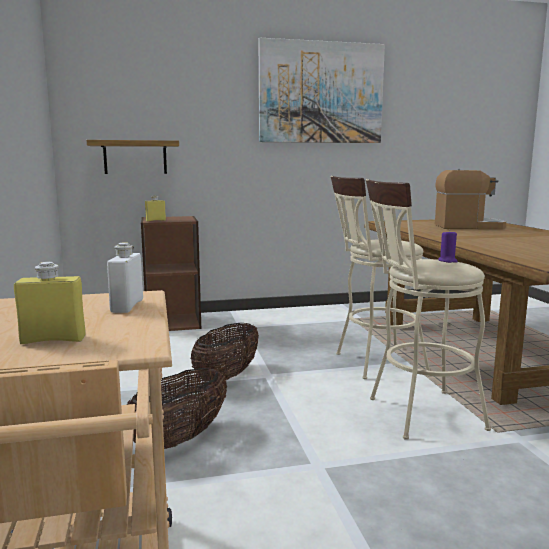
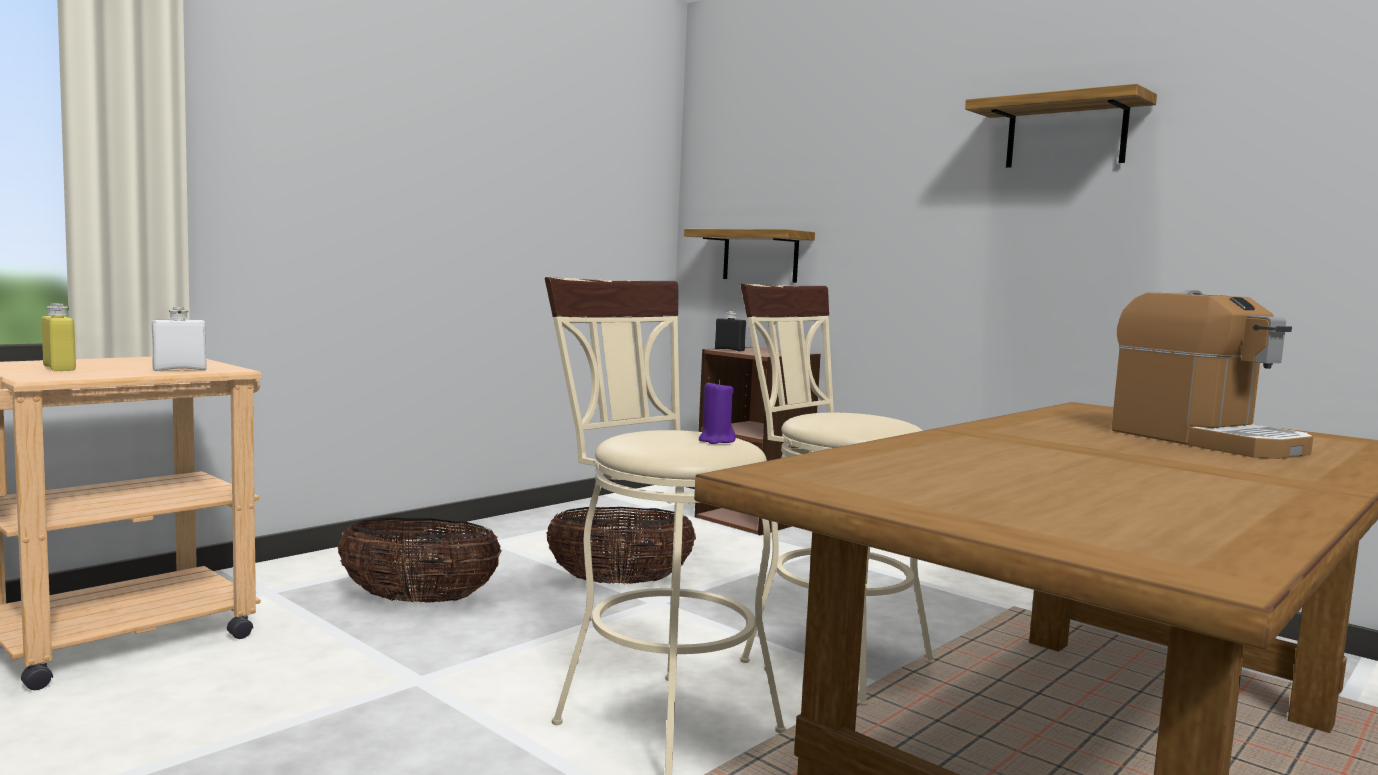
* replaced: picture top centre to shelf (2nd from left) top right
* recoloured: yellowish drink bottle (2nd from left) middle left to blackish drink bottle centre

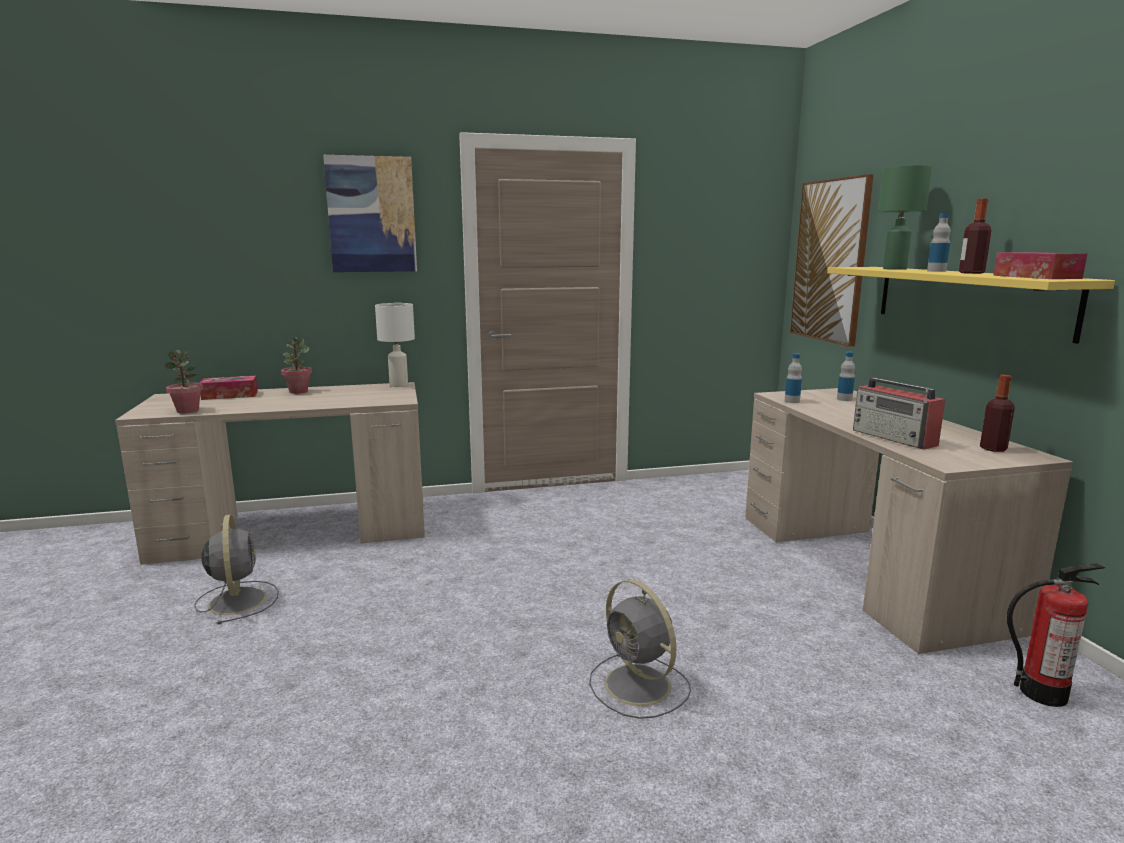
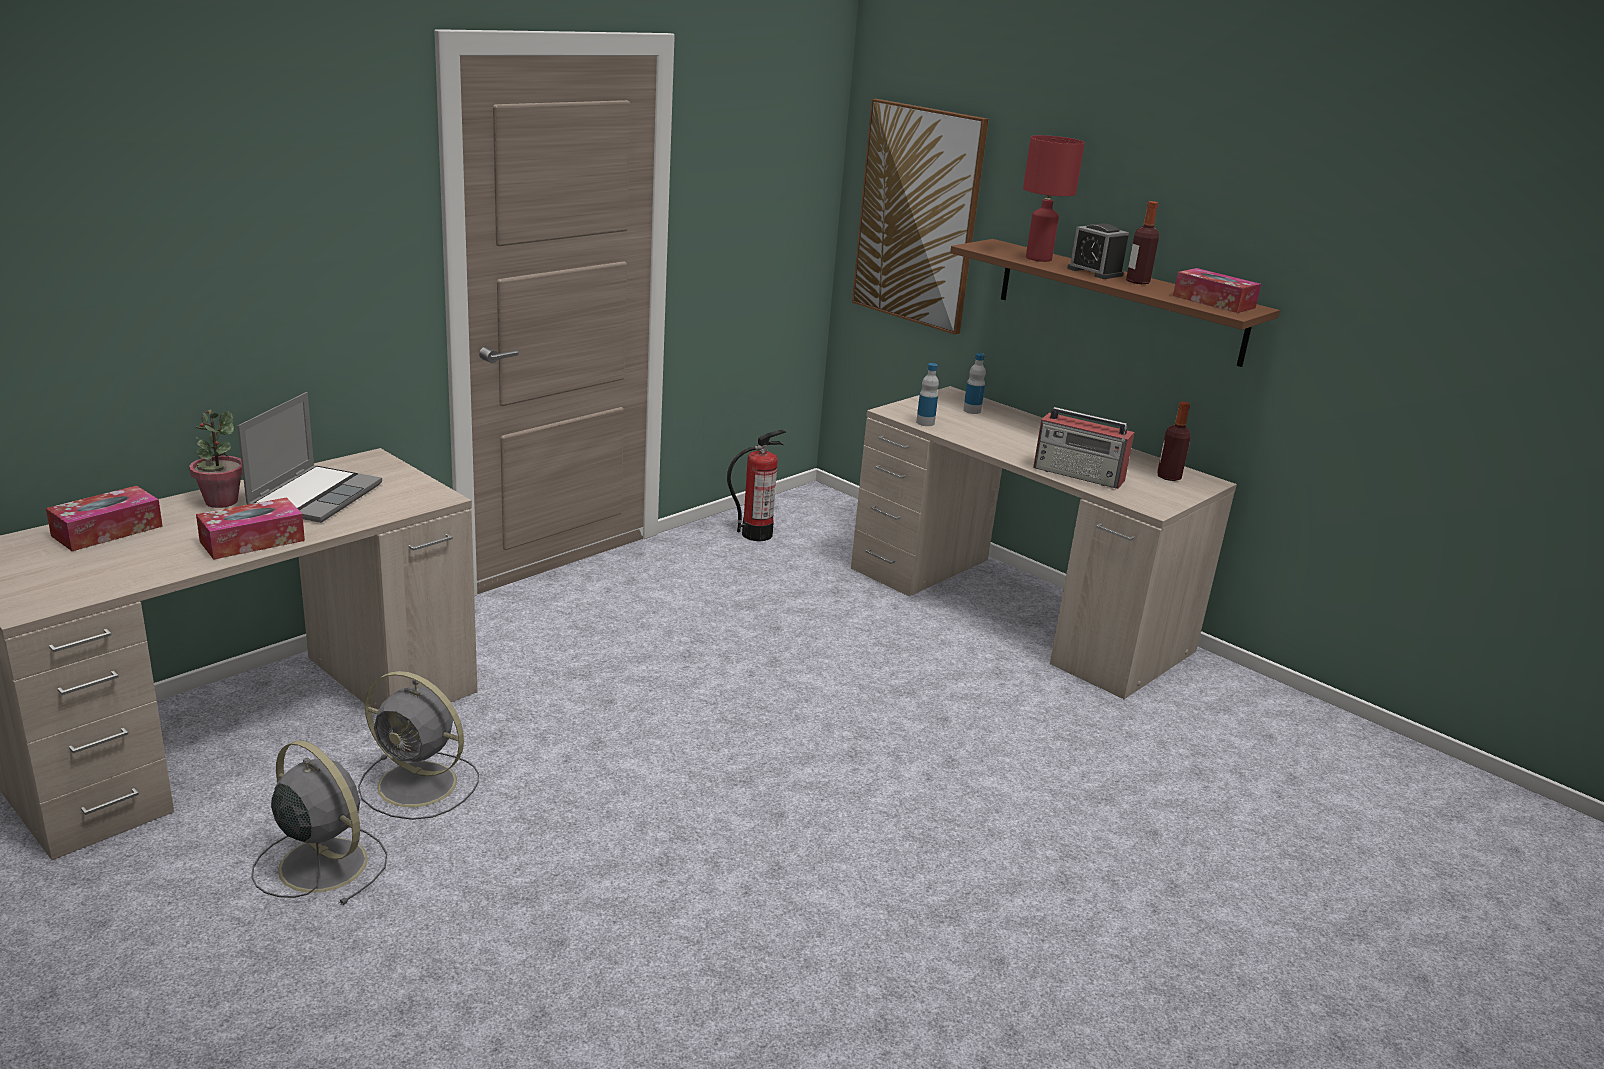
* removed: picture (1st from left) top left
* recoloured: green table lamp top right to red table lamp top centre
* replaced: drink bottle (3rd from left) top right to alarm clock top right
* recoloured: yellowish shelf middle right to brown-coloured shelf top right
* removed: whitish table lamp centre
* removed: houseplant (1st from left) middle left
* moved: extinguisher bottom right to centre
* moved: gray electric fan (2nd from left) bottom centre to bottom left
* added: notebook computer middle left
* added: tissue box (2nd from left) middle left

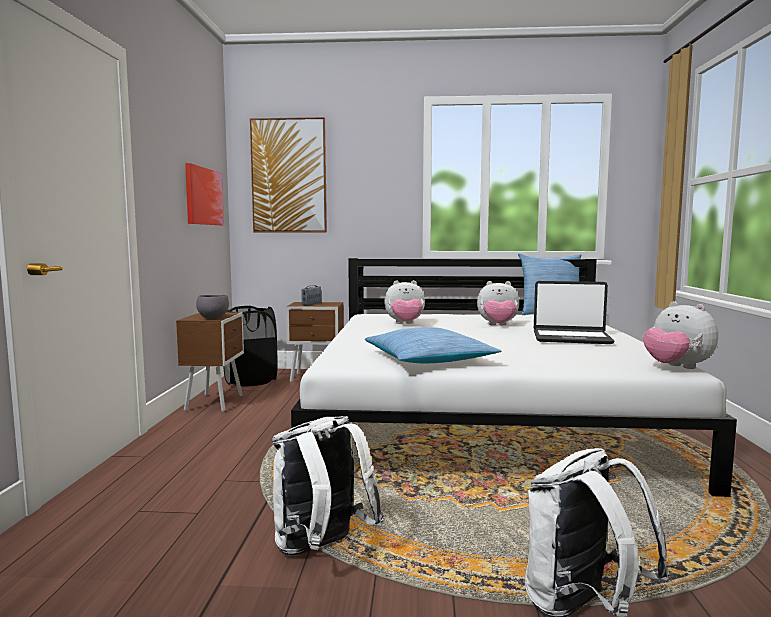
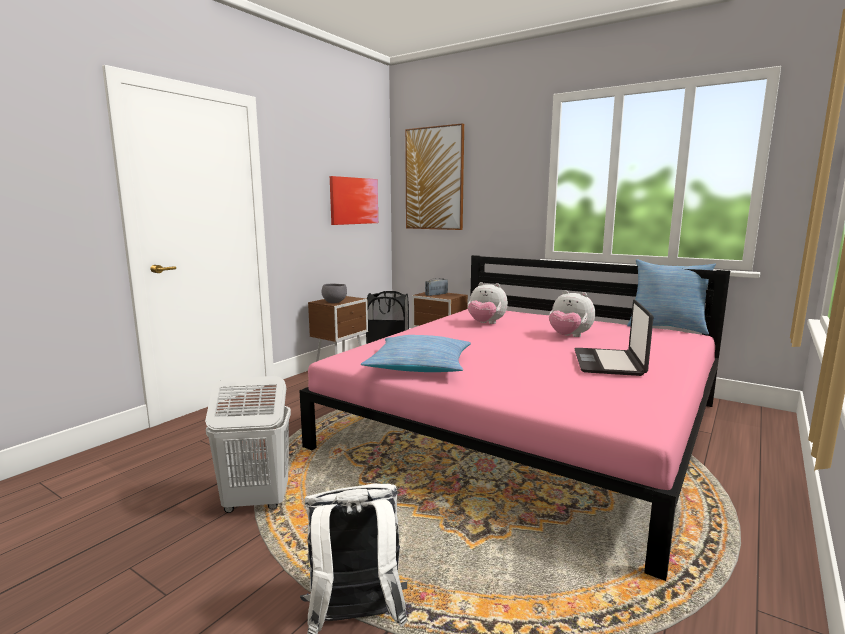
* recoloured: whitish sleeping bed middle right to pink-coloured sleeping bed centre
* turned: notebook computer middle right = middle right 60 degrees clockwise
* removed: soft toy (3rd from left) middle right
* replaced: whitish backpack (1st from left) bottom centre to whitish washing basket bottom left

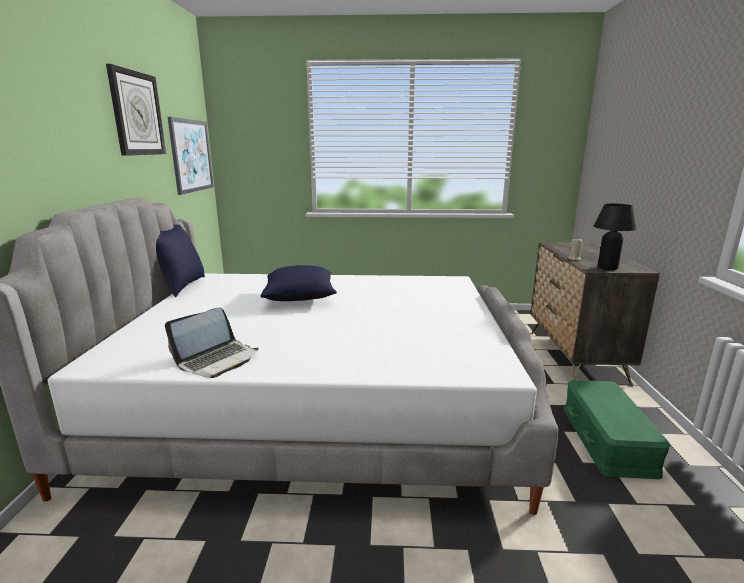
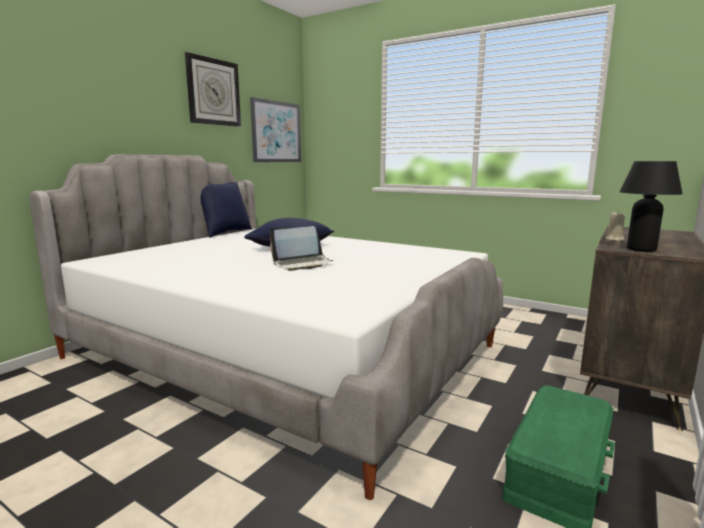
* moved: notebook computer middle left to centre

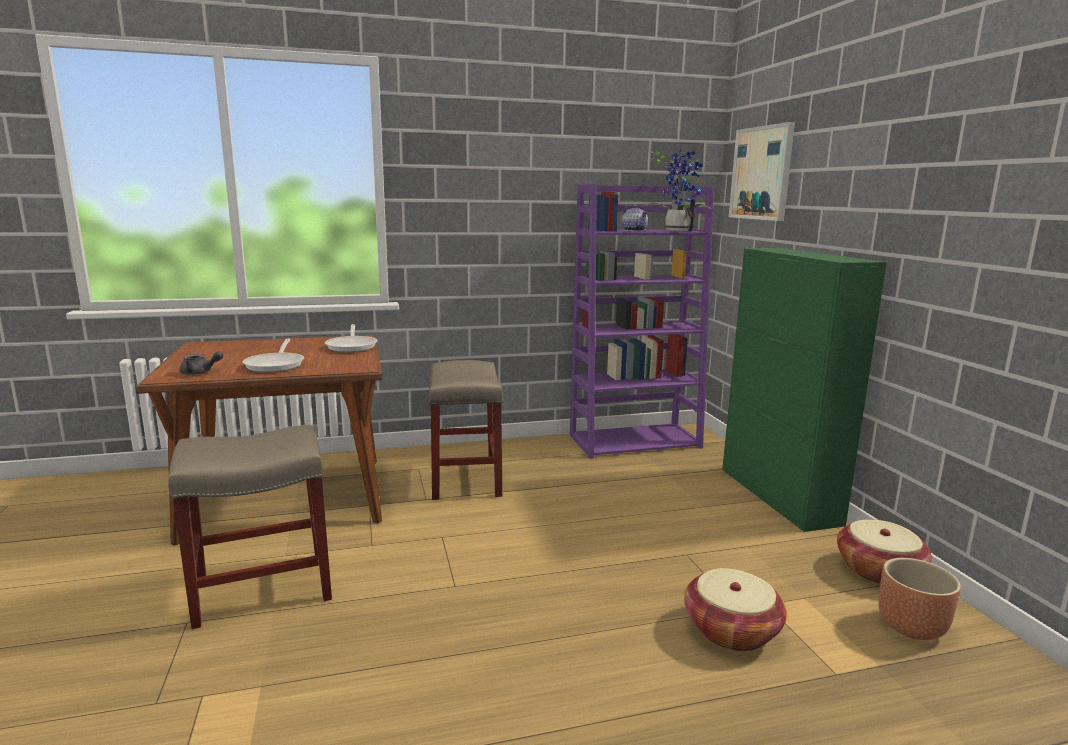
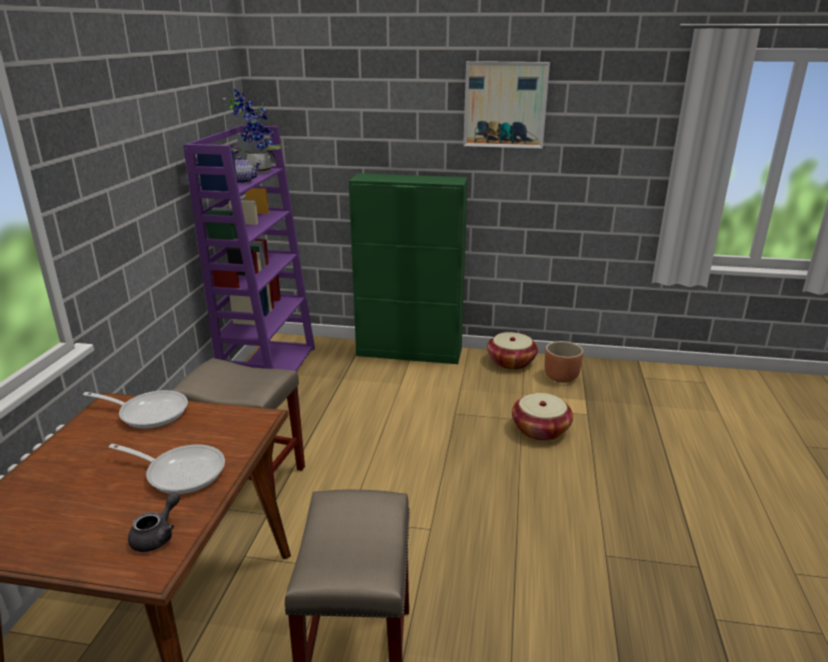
* moved: picture top right to top centre

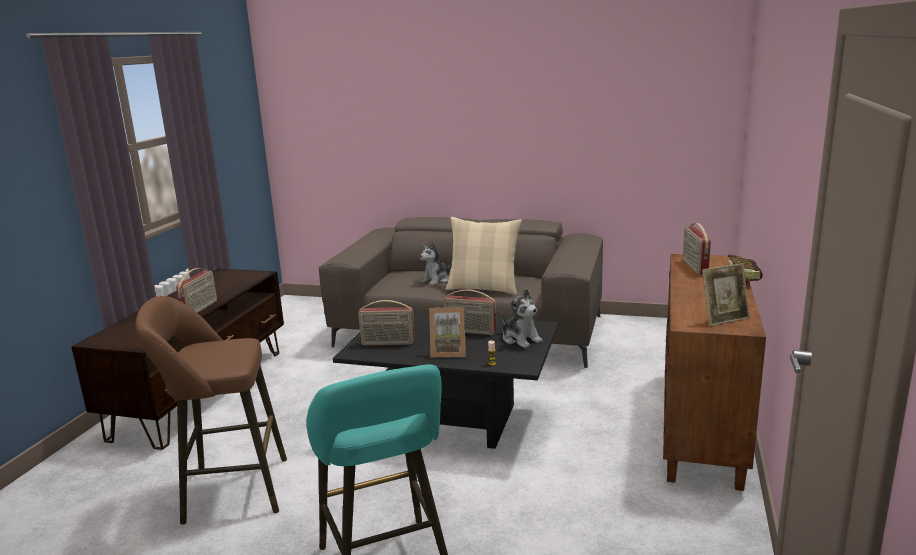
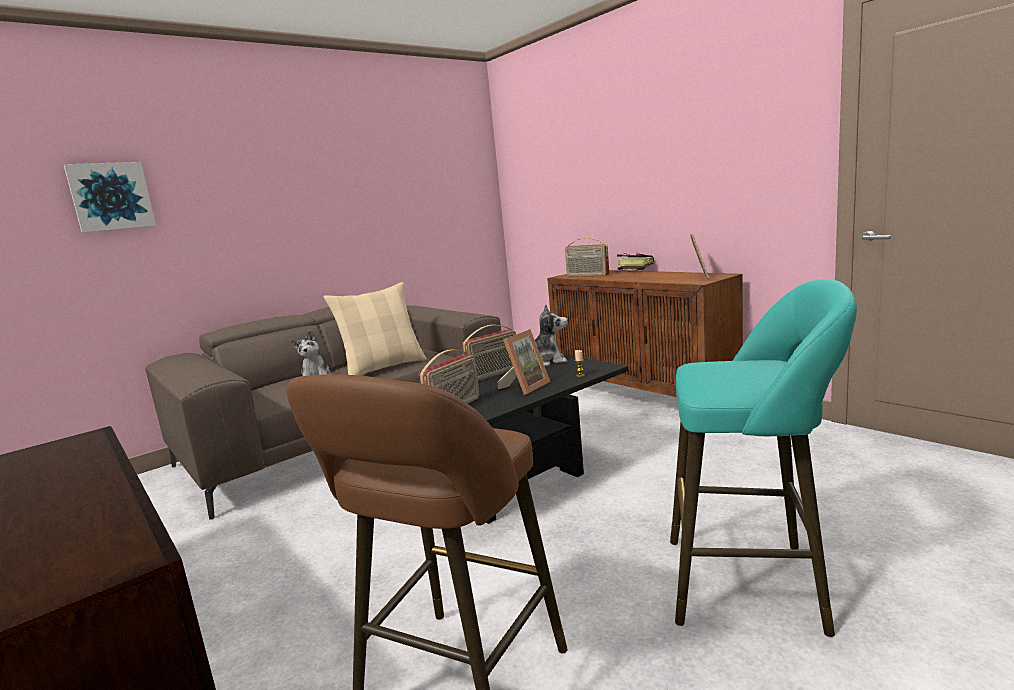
* removed: radio (1st from left) middle left
* added: picture top left

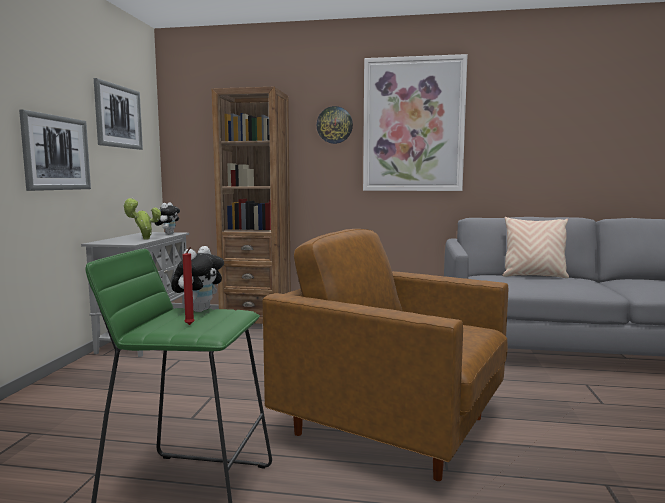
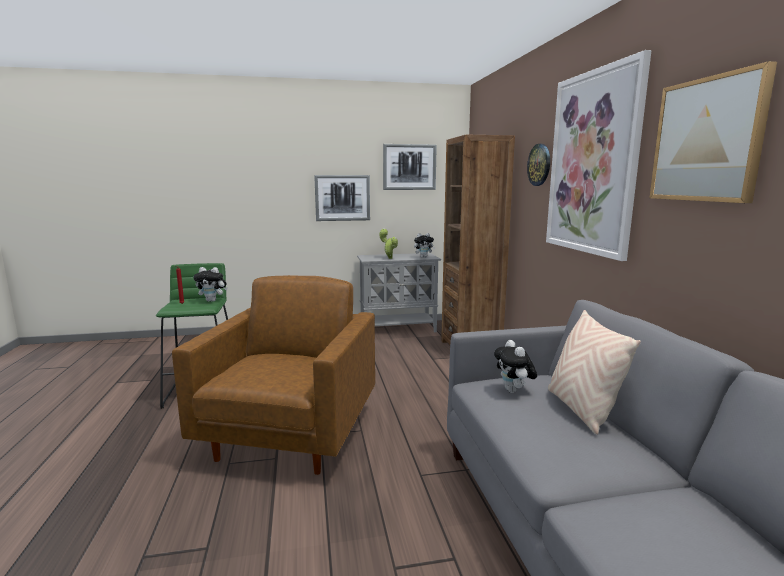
* added: picture (4th from left) top right
* added: soft toy (3rd from left) centre

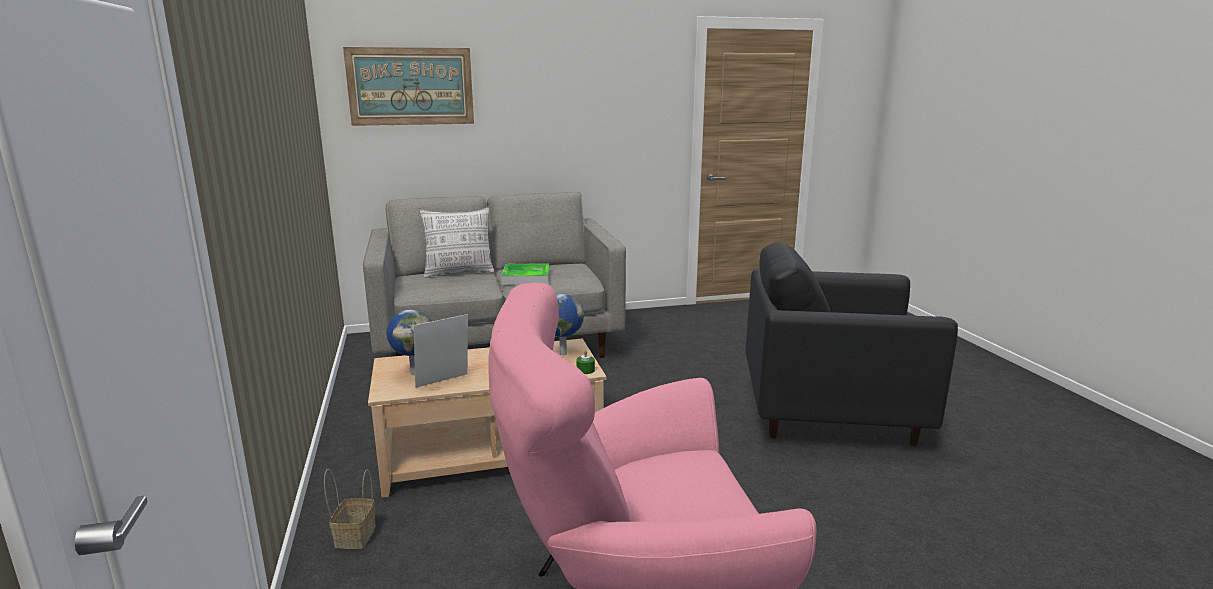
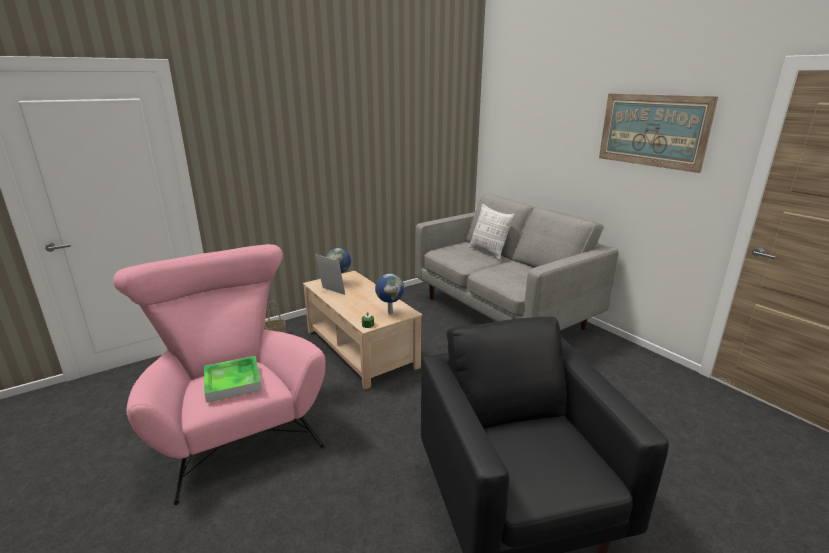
* moved: picture top centre to top right
* moved: serving tray centre to bottom left

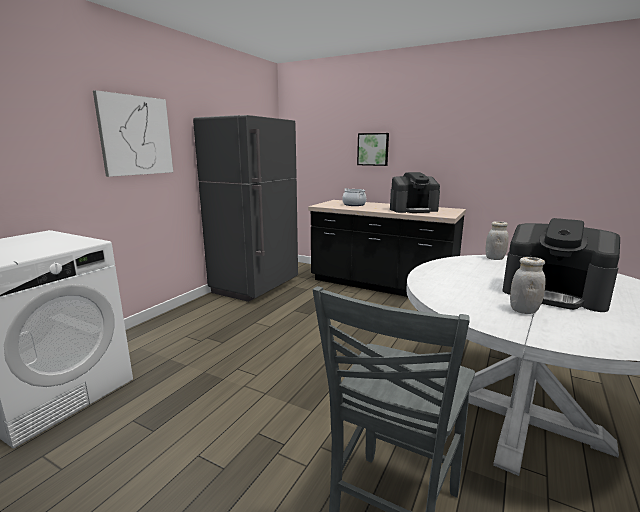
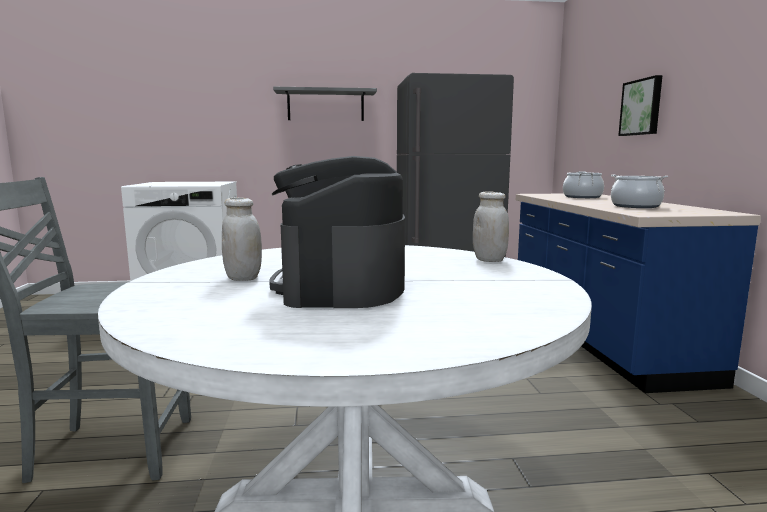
* replaced: picture (1st from left) top left to gray shelf top centre
* replaced: coffee brewer (1st from left) centre to saucepot (2nd from left) middle right
* recoloured: blackish kitchen base unit centre to blue kitchen base unit middle right

